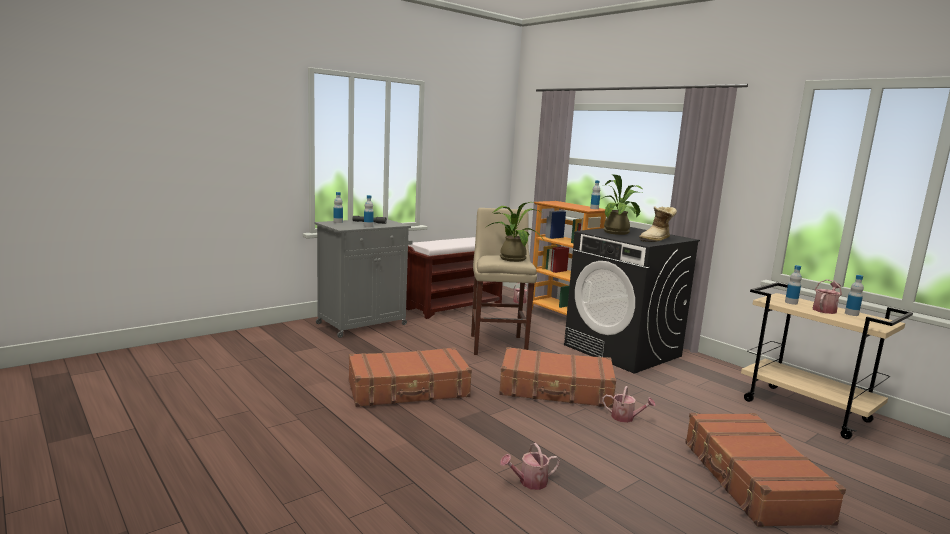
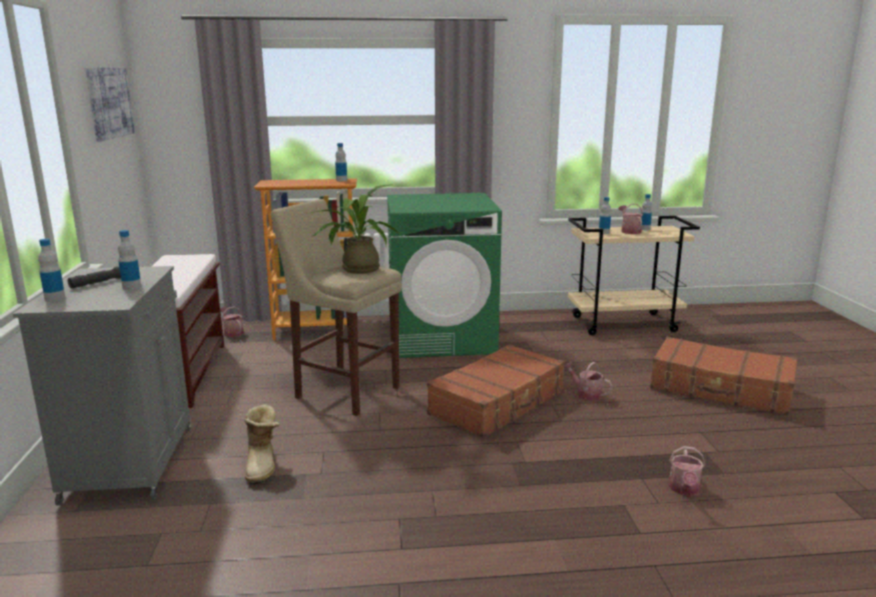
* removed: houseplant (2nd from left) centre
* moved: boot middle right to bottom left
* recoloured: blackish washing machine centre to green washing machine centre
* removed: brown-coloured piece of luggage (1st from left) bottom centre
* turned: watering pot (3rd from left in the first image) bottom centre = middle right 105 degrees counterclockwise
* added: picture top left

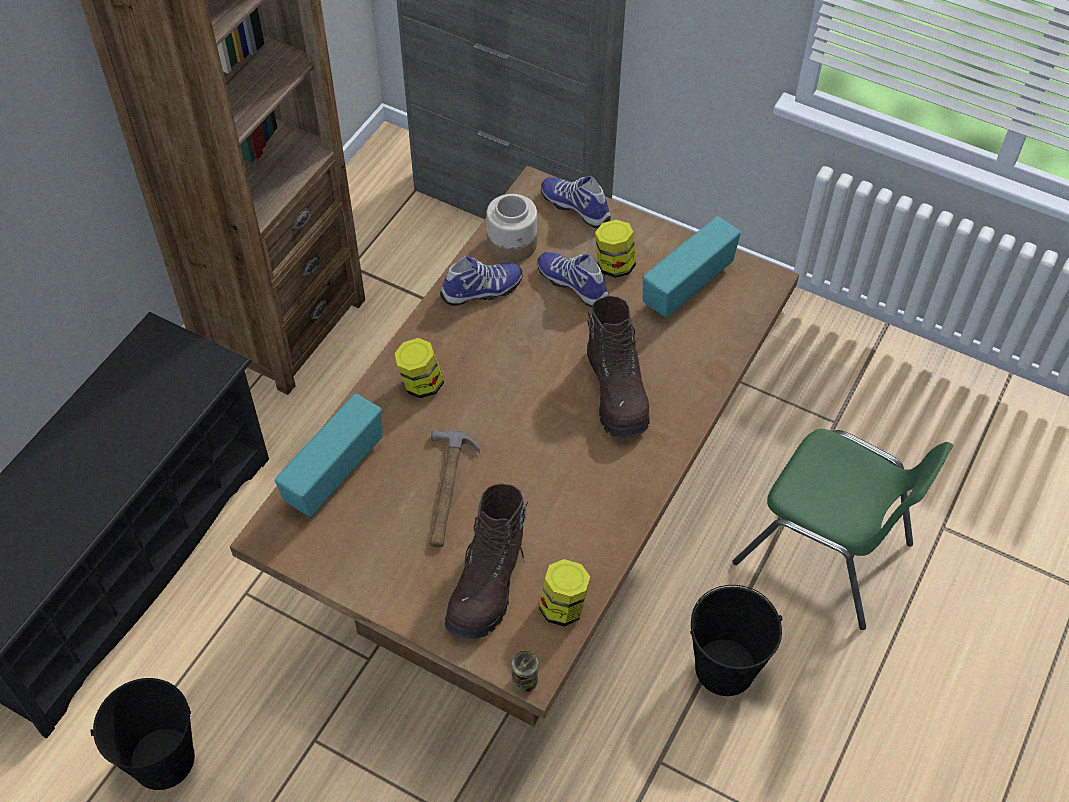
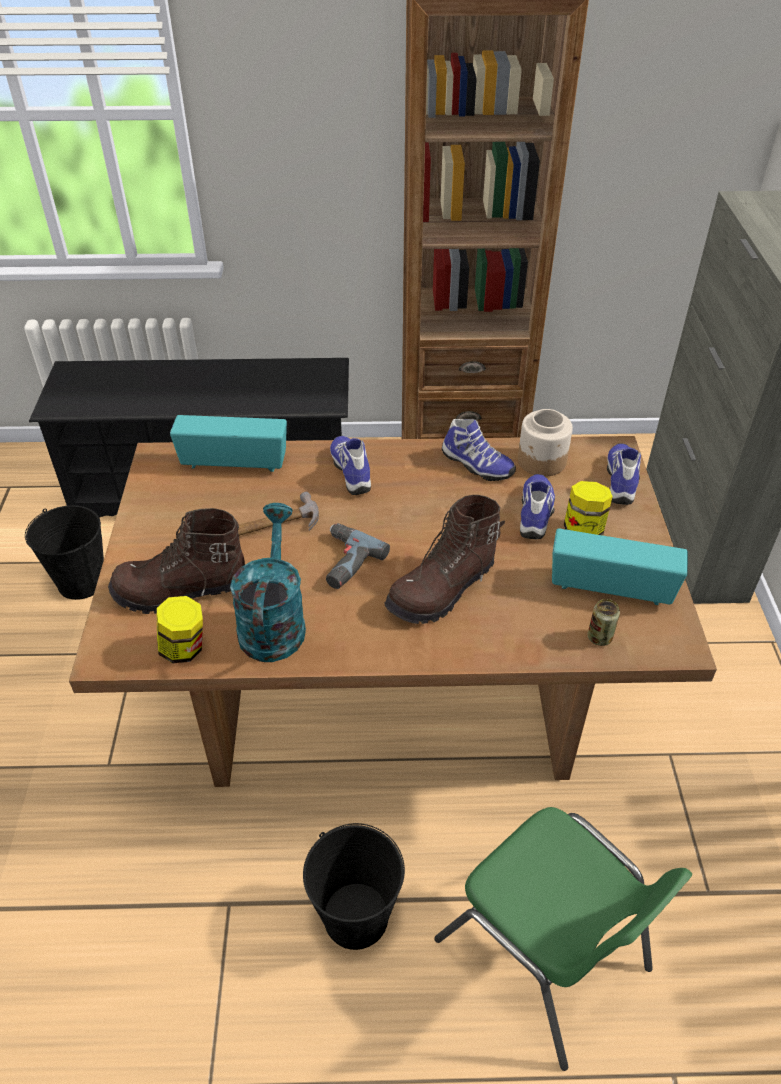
* replaced: storage jar (1st from left) centre to item of footwear (1st from left) centre
* turned: green plain chair middle right = bottom right 45 degrees counterclockwise
* moved: can bottom centre to middle right
* added: blue-green watering pot centre
* added: power drill centre

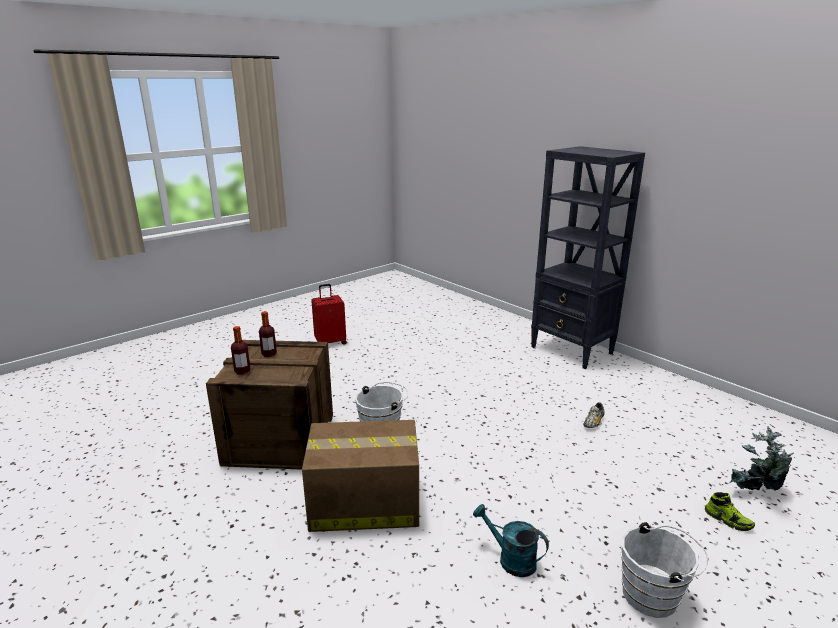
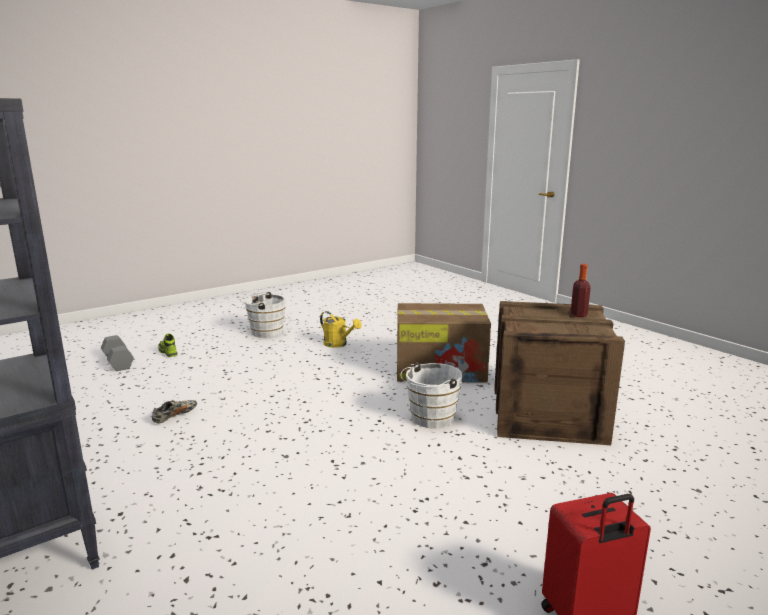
* removed: drink bottle (2nd from left) middle left
* replaced: houseplant bottom right to gray hand weight middle left
* recoloured: blue-green watering pot bottom centre to yellowish watering pot centre

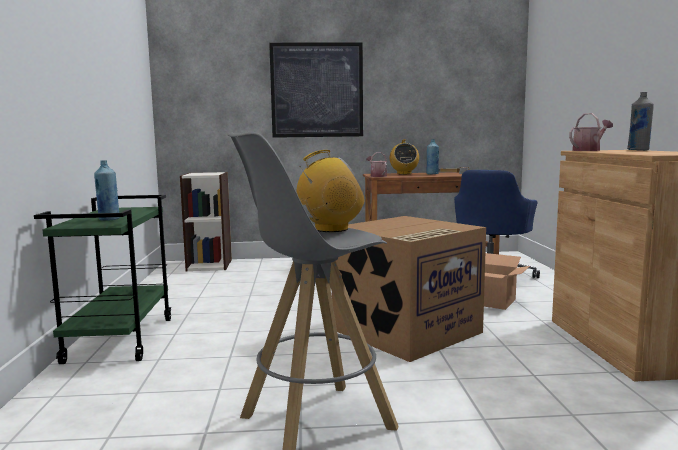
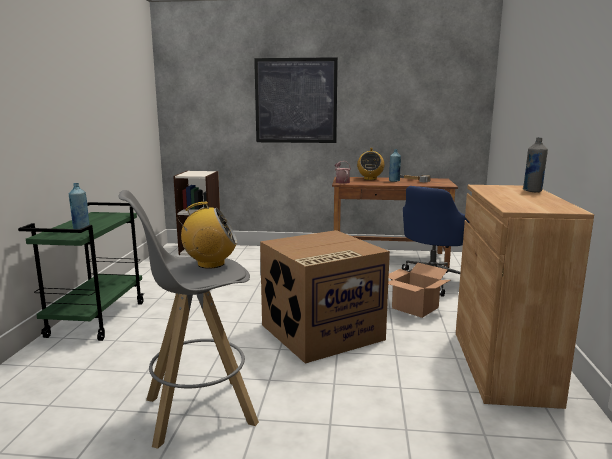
* removed: watering pot (2nd from left) top right

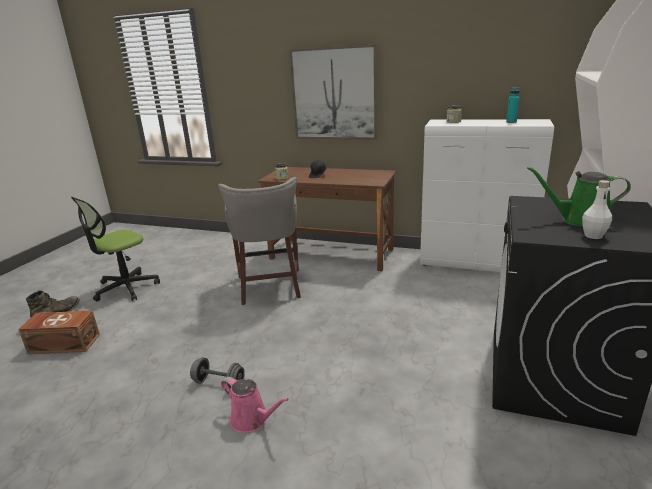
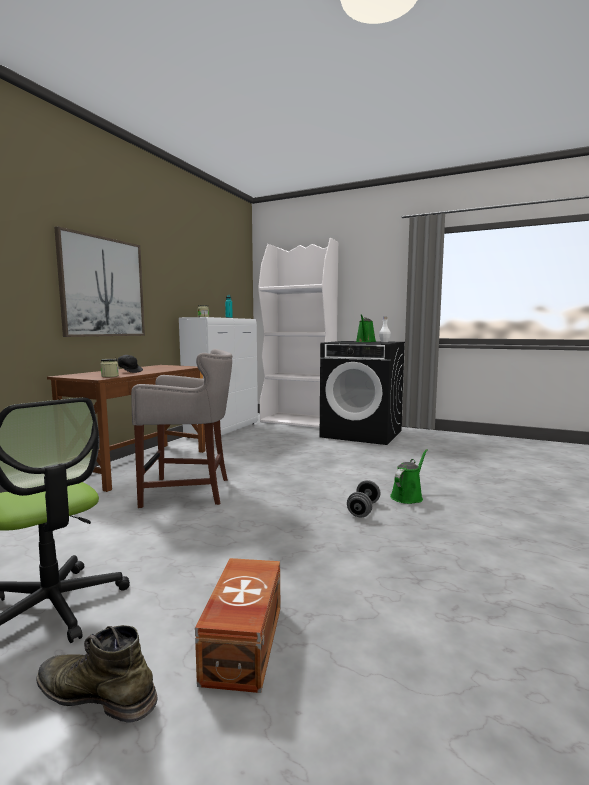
* recoloured: pink-coloured watering pot bottom centre to green watering pot (2nd from left) middle right

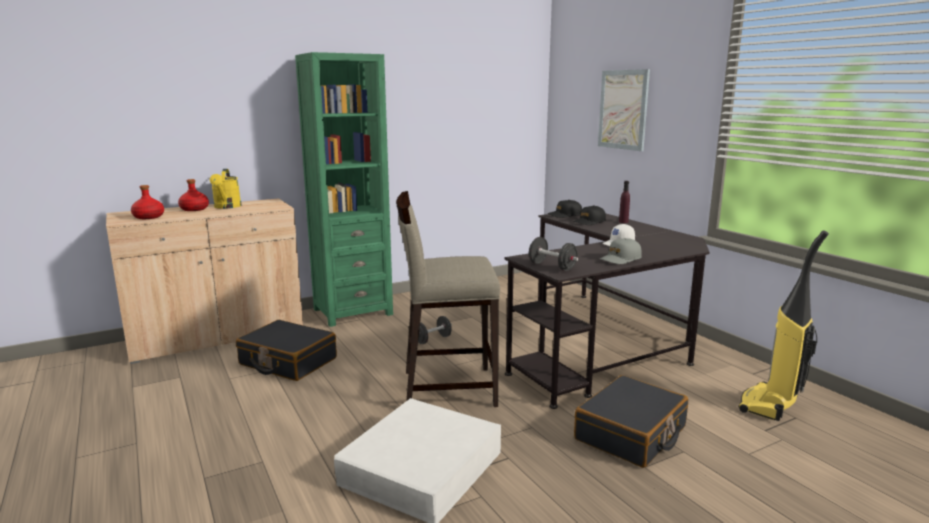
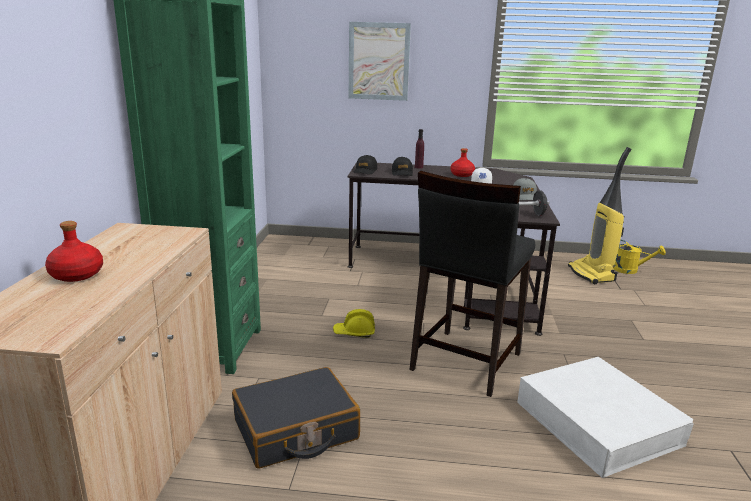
* moved: yellowish watering pot middle left to middle right
* moved: red drink bottle (1st from left in the first image) middle left to red drink bottle (2nd from left) top centre
* recoloured: beige-coloured stool seat centre to blackish stool seat centre
* replaced: blackish hand weight (1st from left) centre to yellowish hard hat centre
* removed: blackish piece of luggage (2nd from left) bottom right

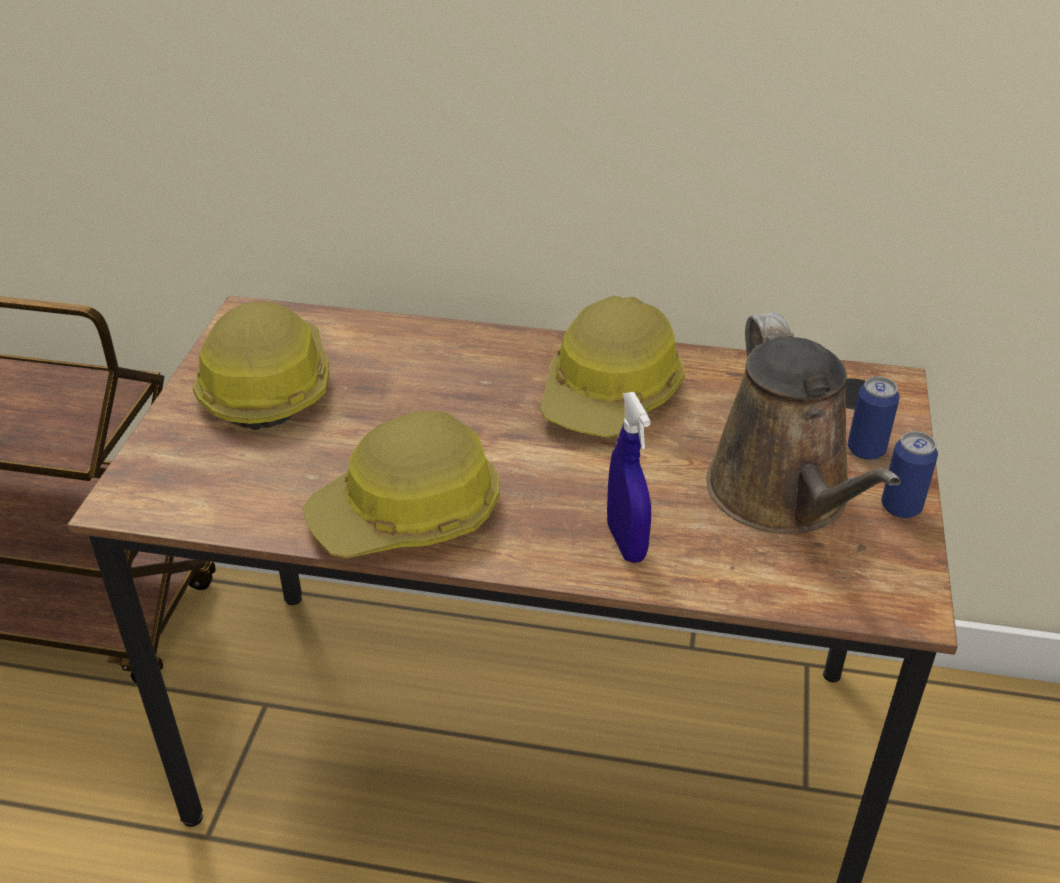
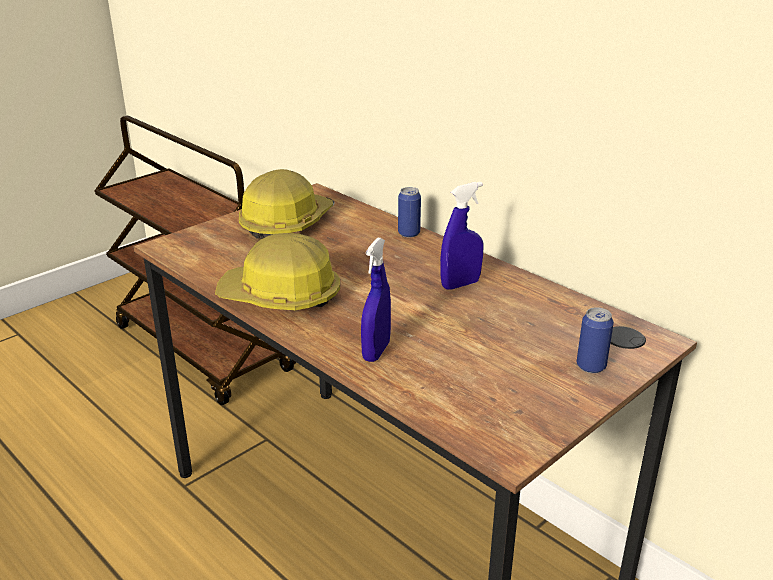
* replaced: hard hat (3rd from left) centre to blue spray bottle (2nd from left) centre
* removed: brown-coloured watering pot middle right
* moved: can (2nd from left in the first image) middle right to can (1st from left) centre

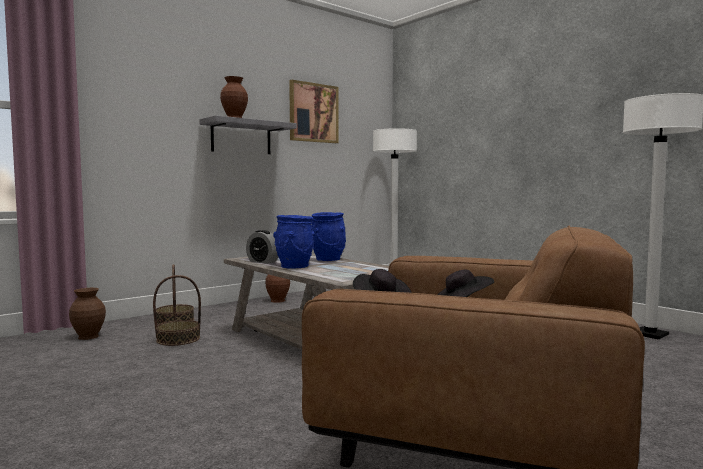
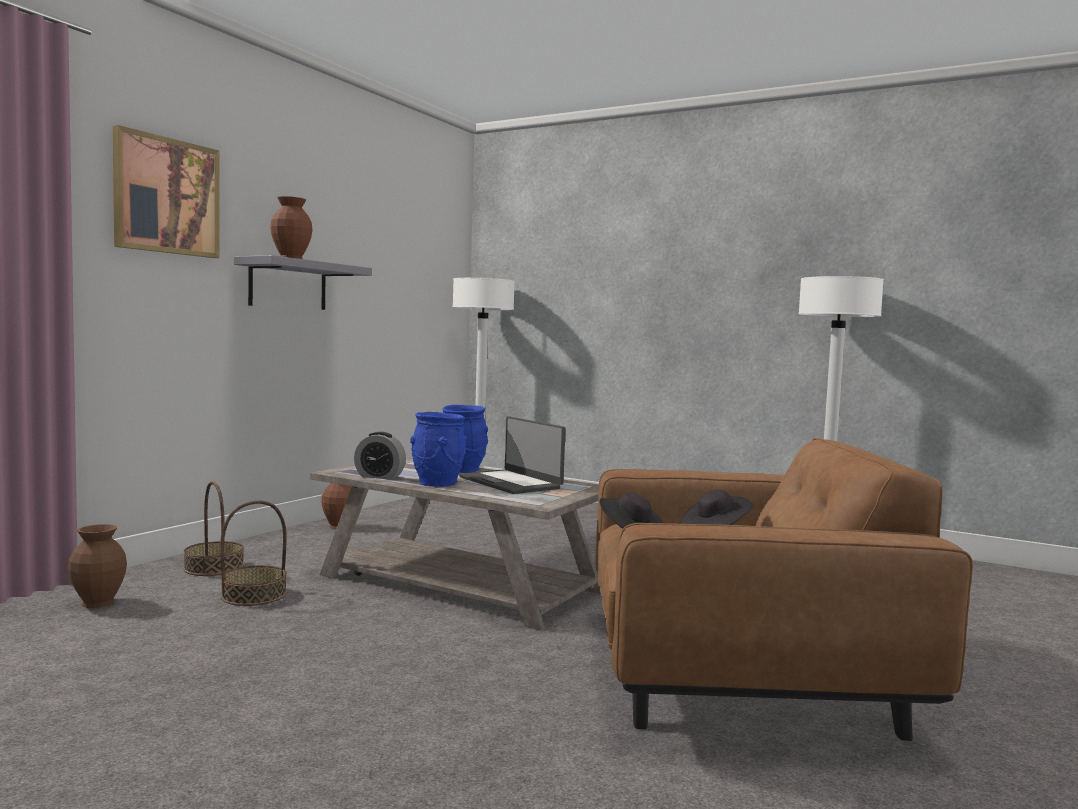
* moved: picture top centre to top left
* added: notebook computer centre

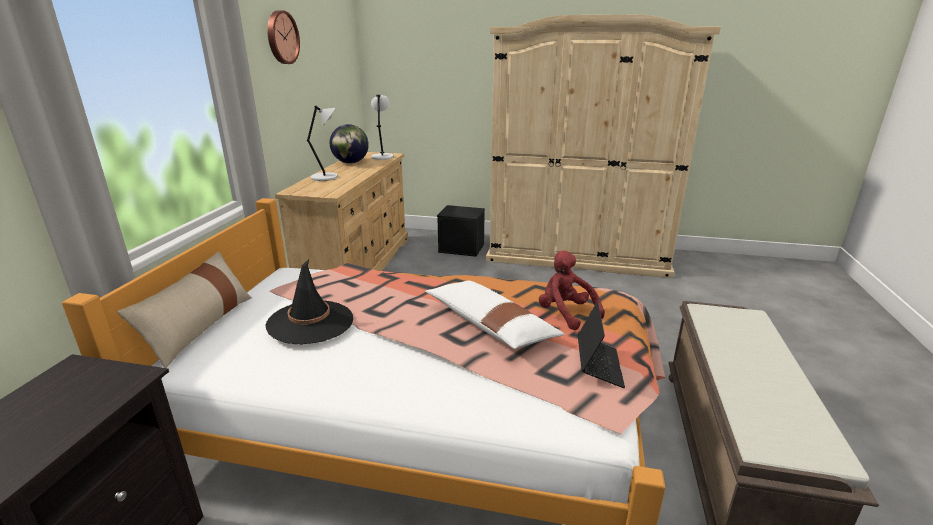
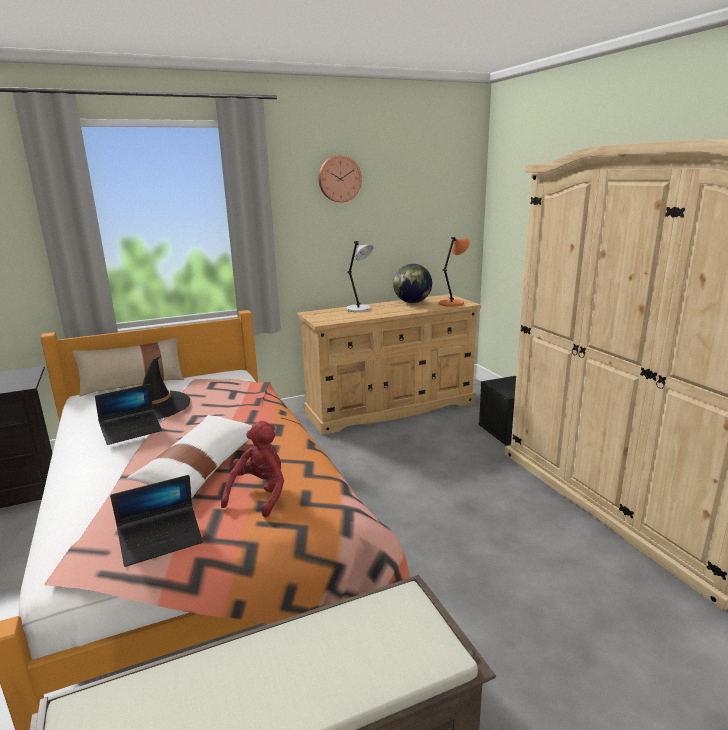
* recoloured: gray table lamp (2nd from left) top centre to orange-coloured table lamp centre
* added: notebook computer (1st from left) middle left

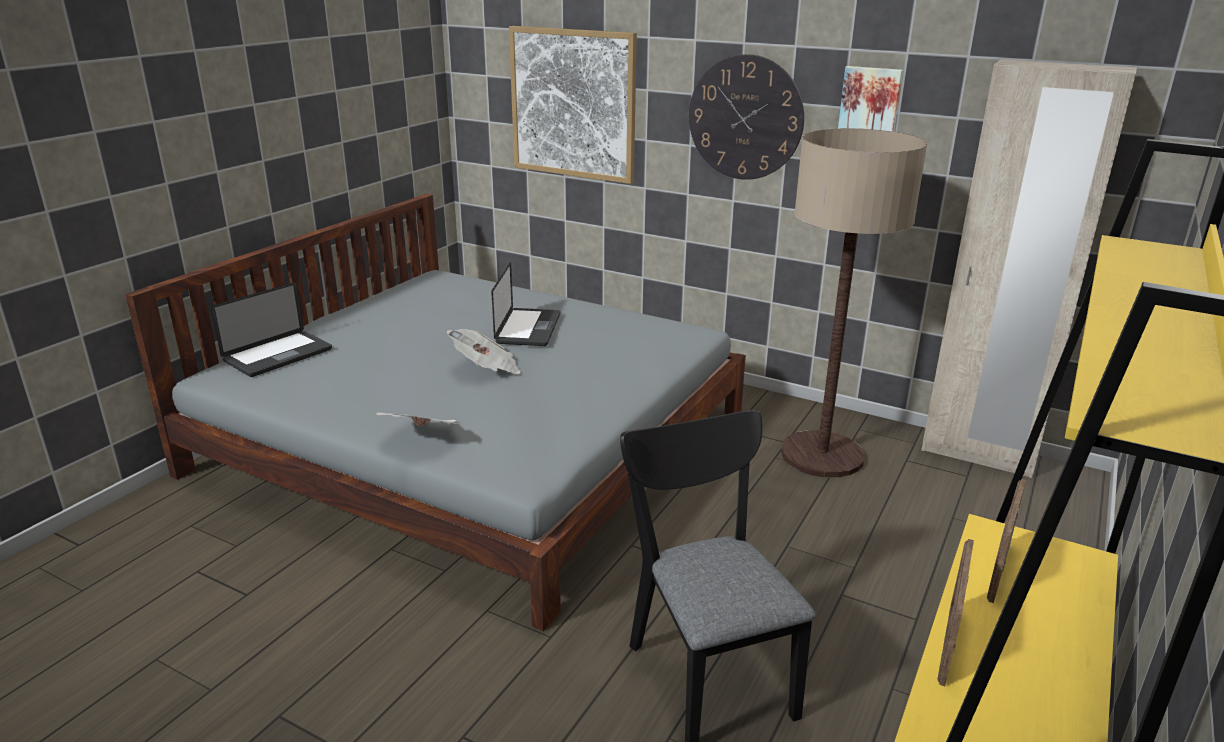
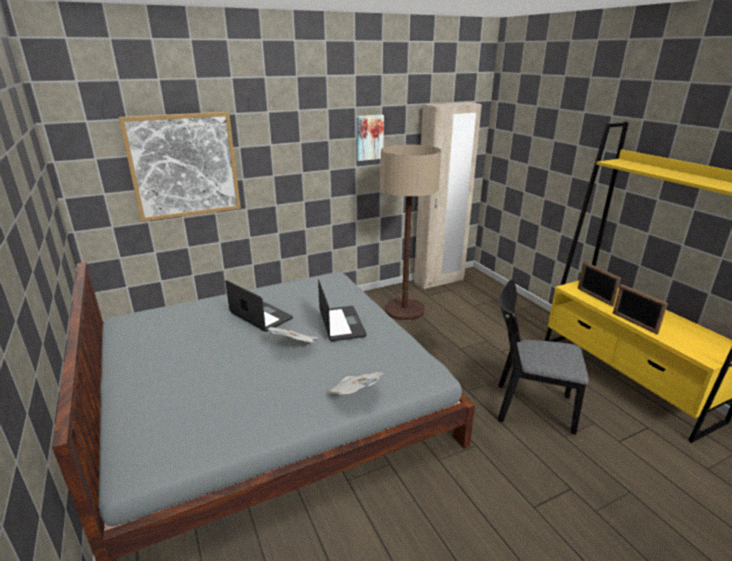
* removed: wall clock top centre
* moved: notebook computer (1st from left in the first image) middle left to notebook computer (2nd from left) centre

